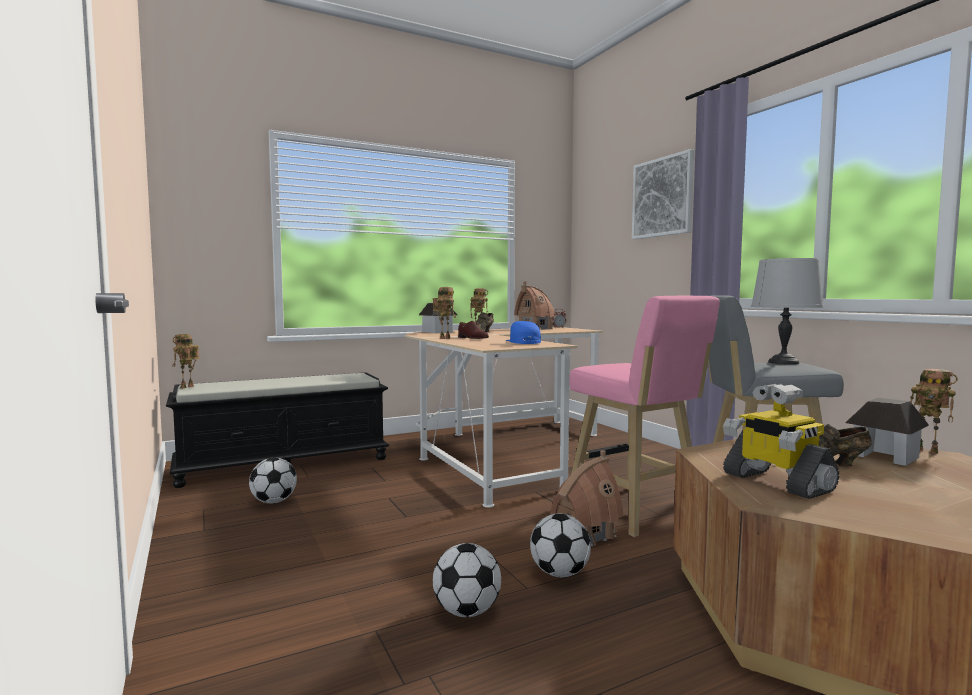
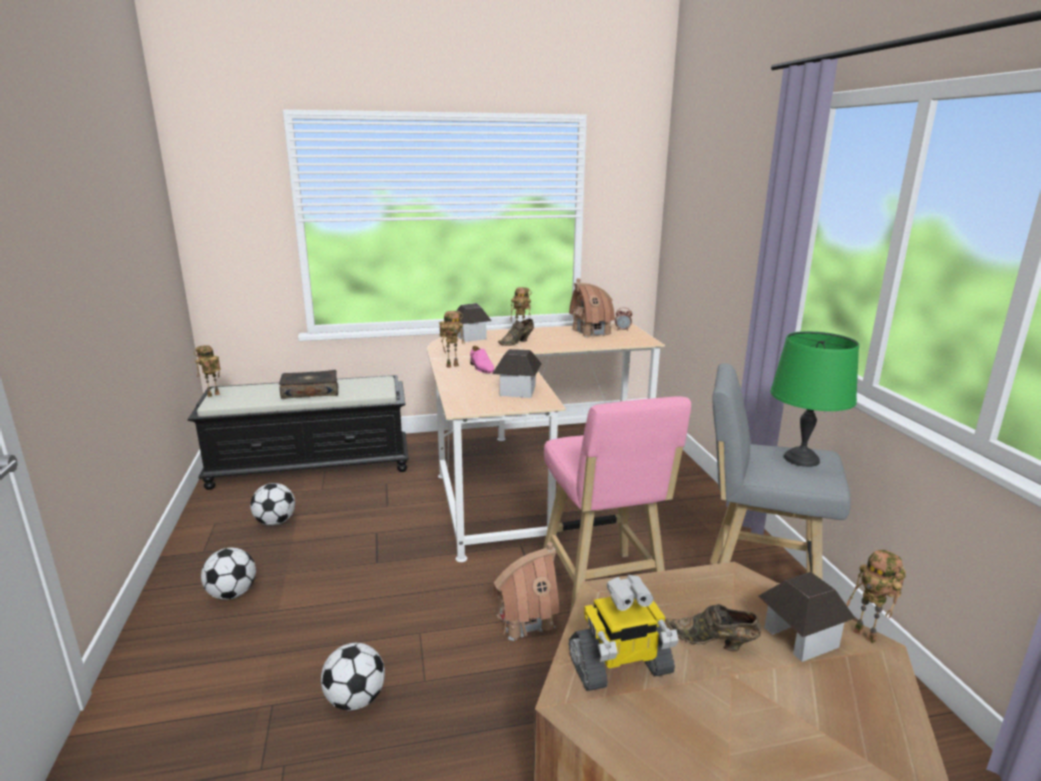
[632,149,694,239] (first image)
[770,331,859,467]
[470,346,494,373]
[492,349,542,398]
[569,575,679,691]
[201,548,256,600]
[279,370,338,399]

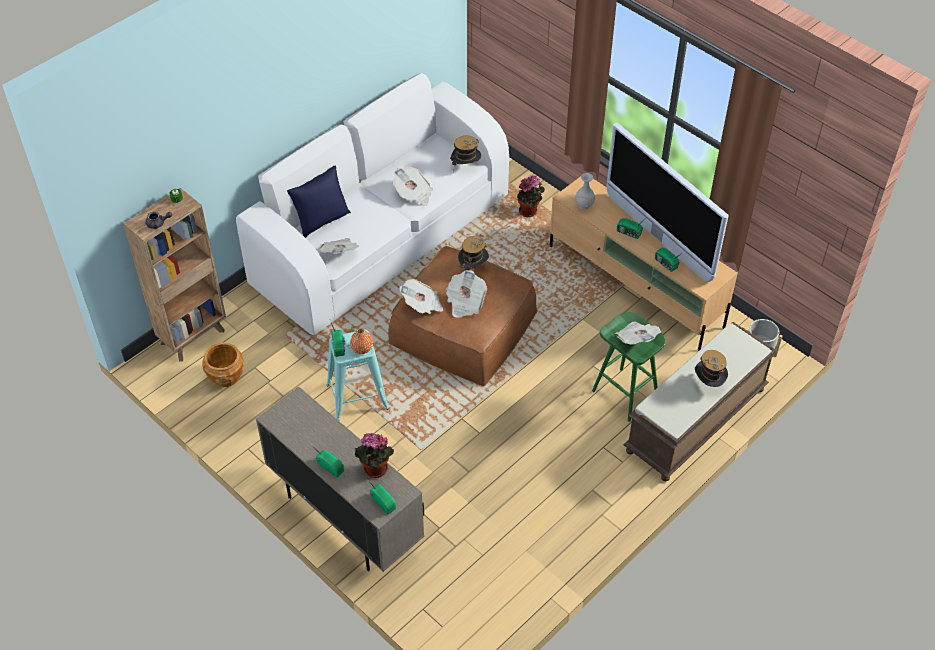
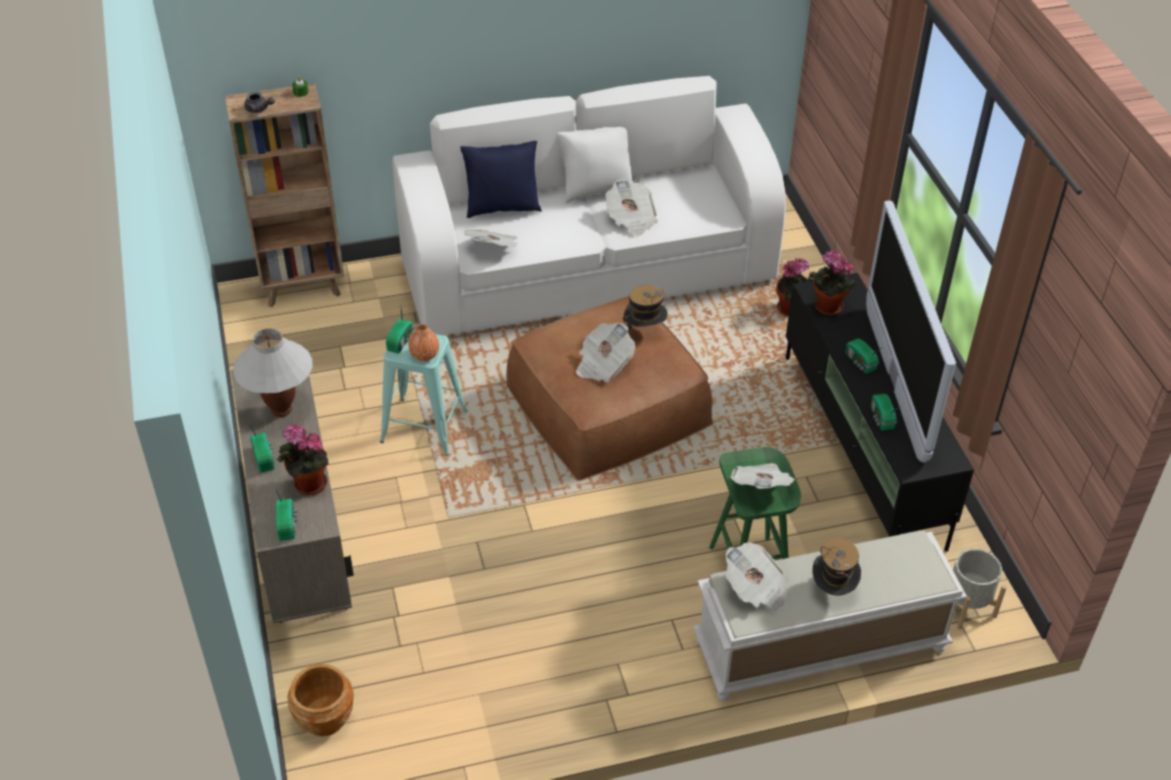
[450,136,481,165] (first image)
[810,250,857,316]
[786,273,974,552]
[725,543,788,612]
[693,530,967,701]
[287,664,354,736]
[557,127,633,203]
[233,328,312,417]

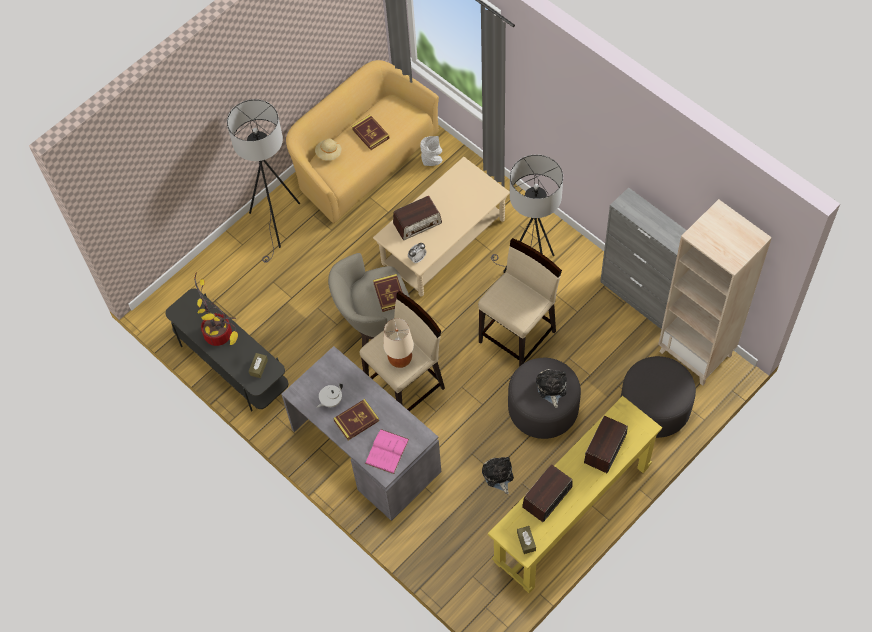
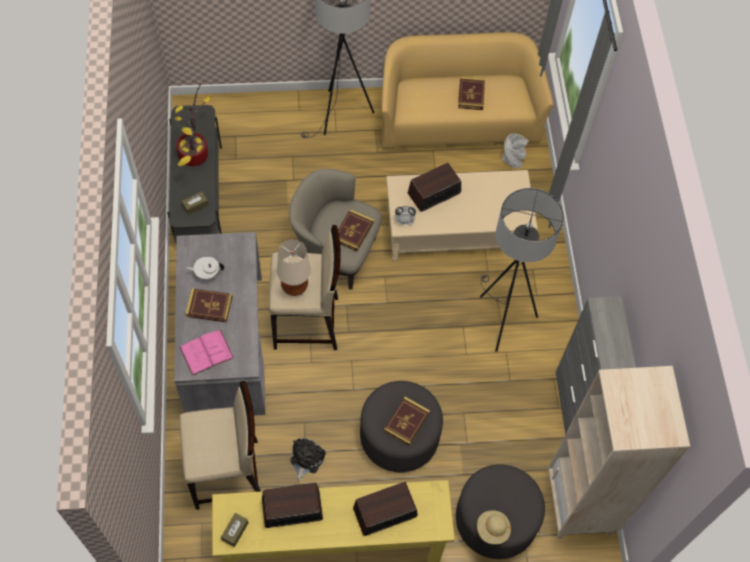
[477,510,511,544]
[408,163,461,212]
[179,381,261,510]
[384,397,430,446]

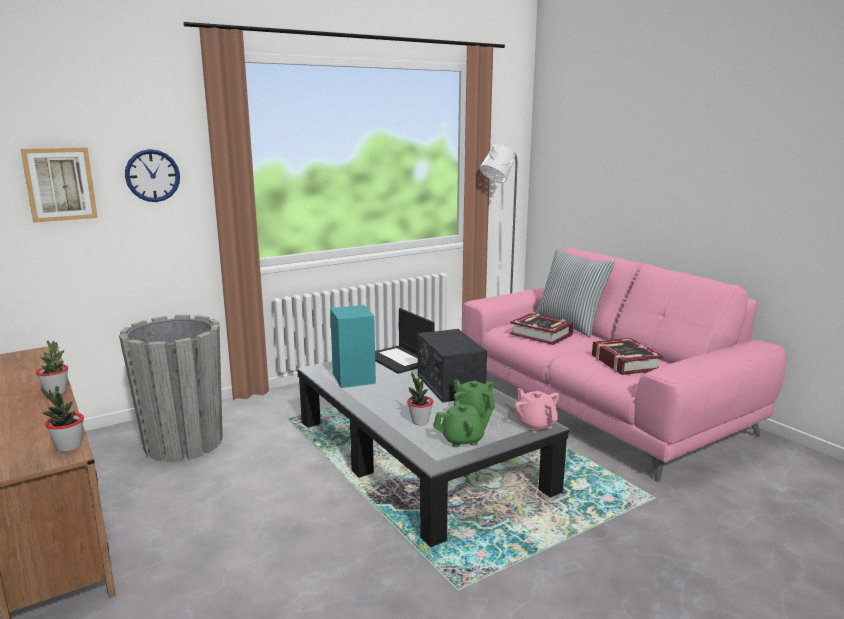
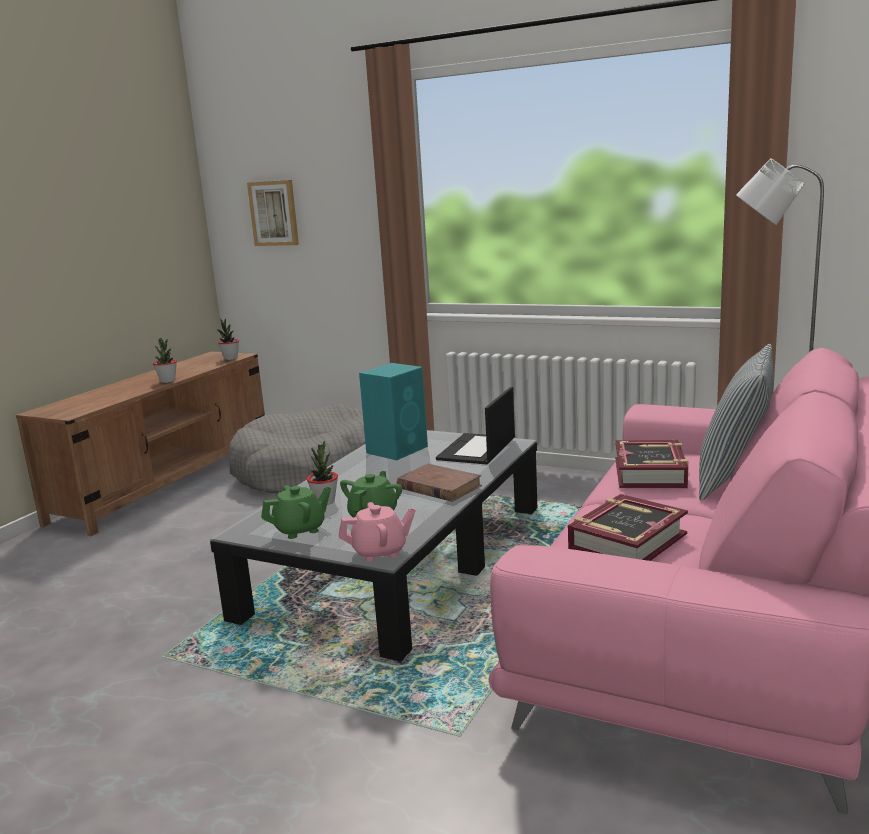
[125,149,180,202] (first image)
[228,404,365,493]
[397,464,482,502]
[218,318,239,360]
[339,502,416,562]
[261,485,331,539]

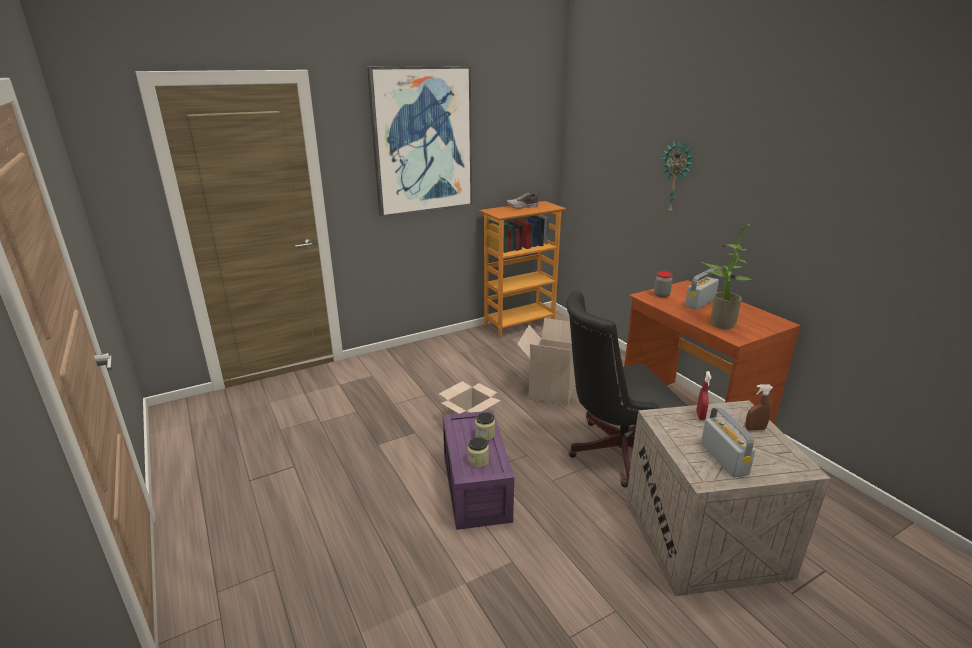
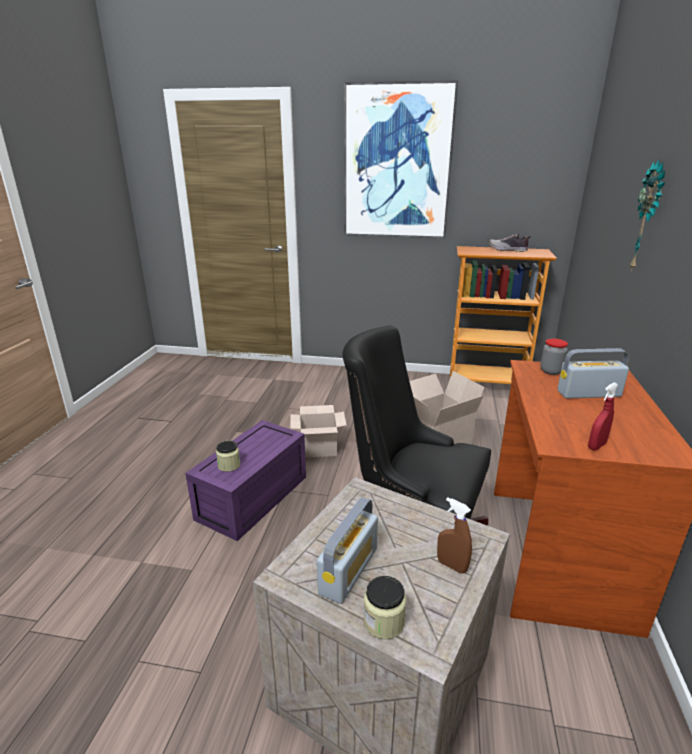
[702,224,753,329] (first image)
[588,382,618,450]
[363,576,406,639]

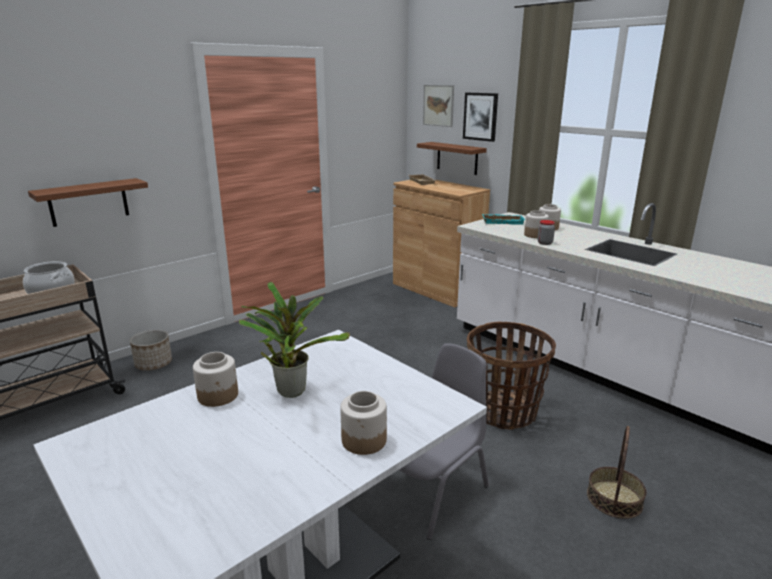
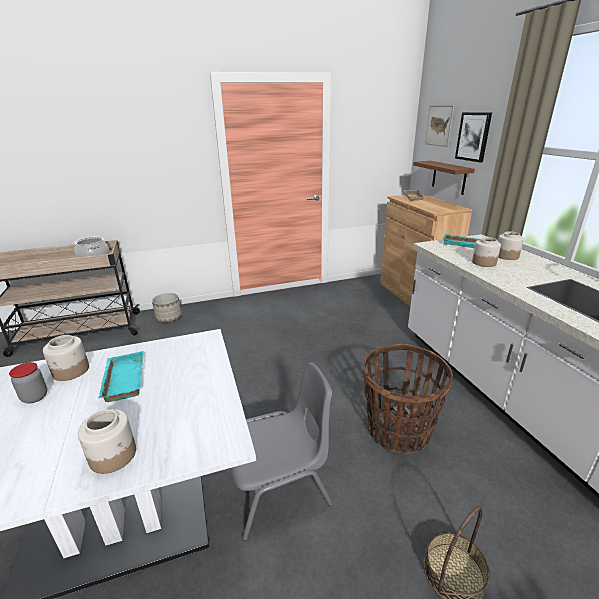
[28,178,148,227] (first image)
[9,362,47,403]
[98,351,143,402]

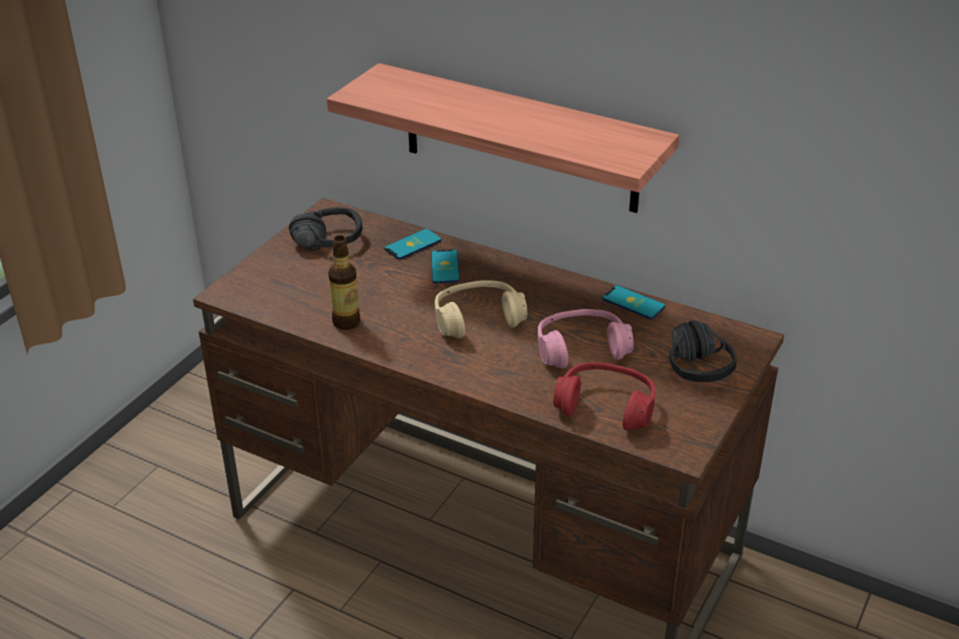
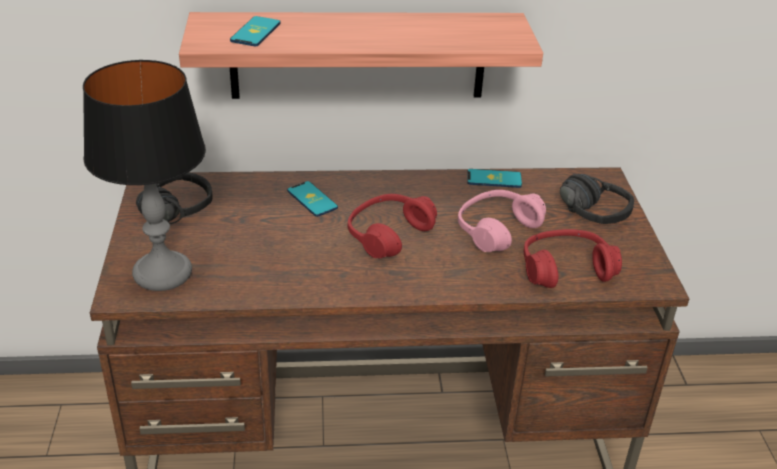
[230,16,281,46]
[328,235,360,330] (first image)
[348,194,437,258]
[83,60,206,291]

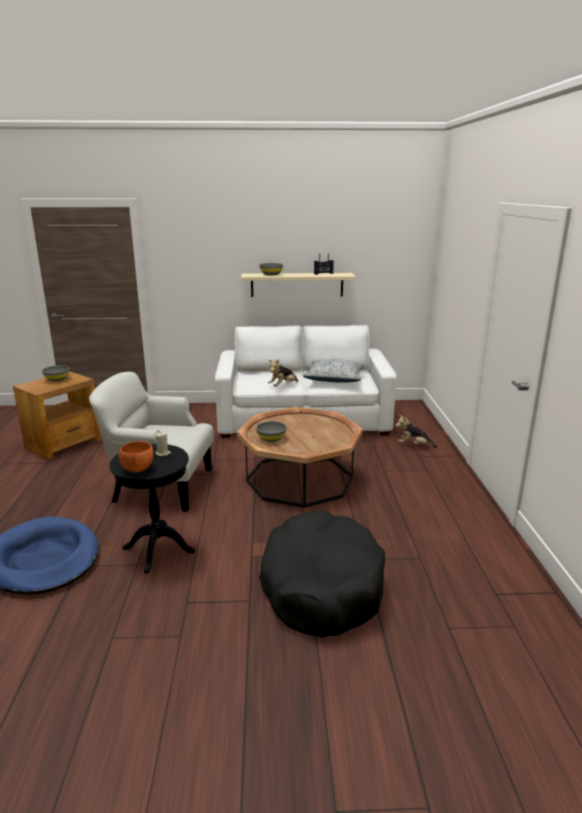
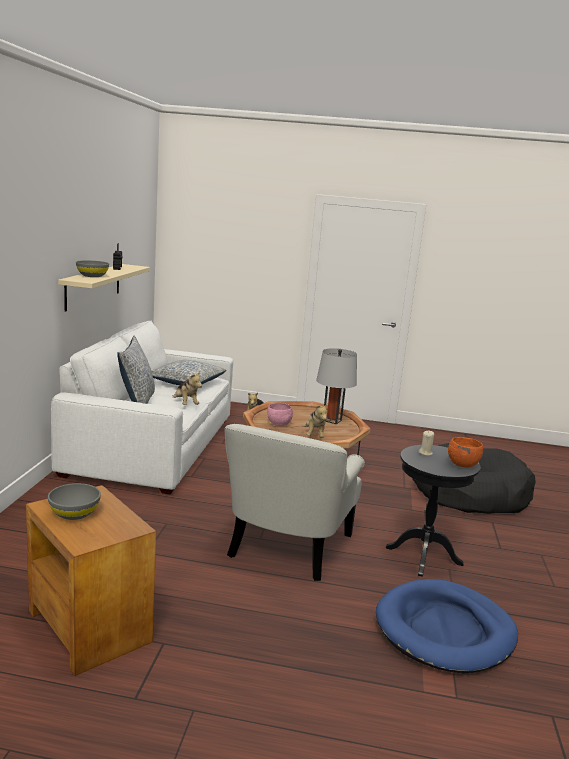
[302,403,328,438]
[117,336,155,404]
[316,348,357,424]
[267,403,293,426]

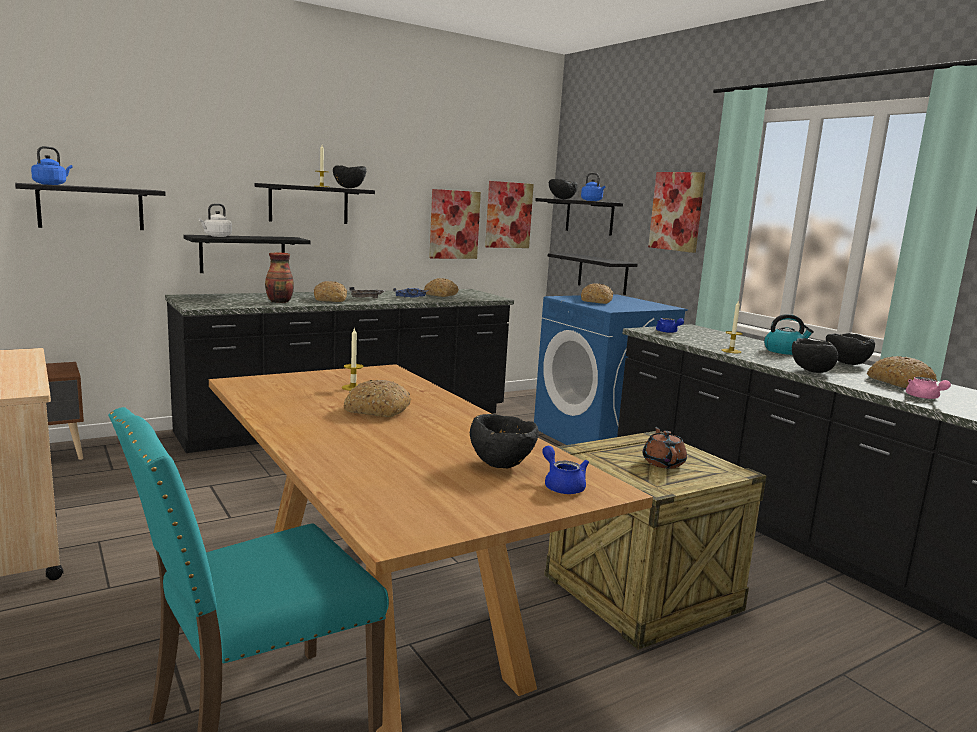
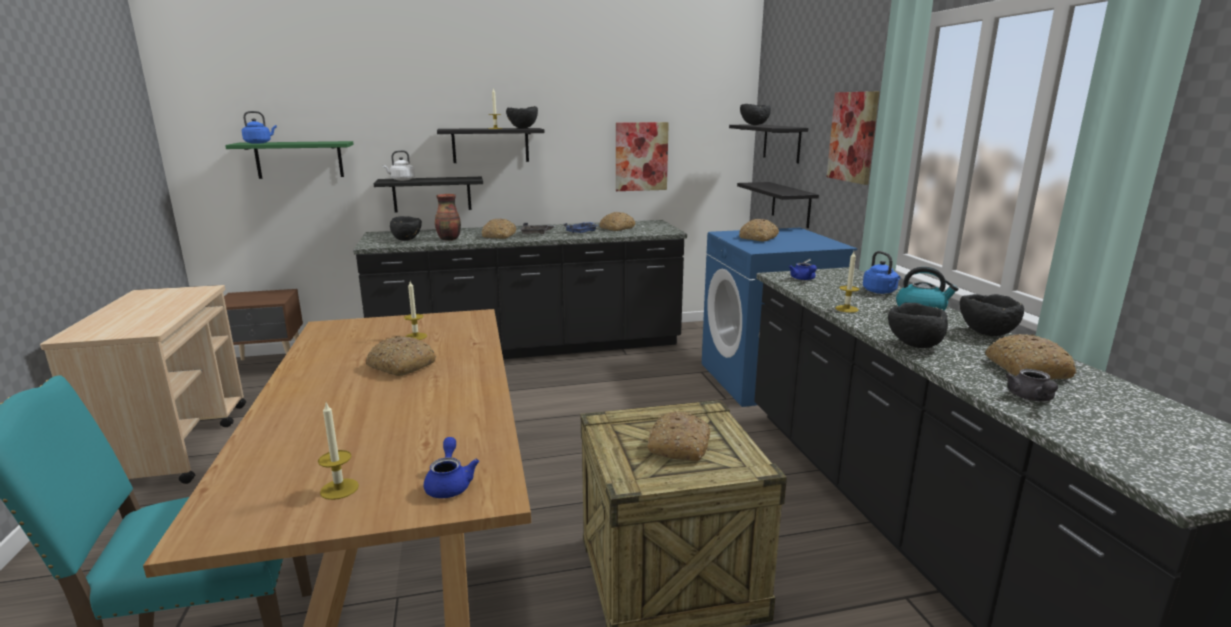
[863,251,901,294]
[485,181,534,248] (first image)
[225,141,354,179]
[1005,369,1058,402]
[390,216,422,241]
[648,411,710,462]
[318,403,359,500]

